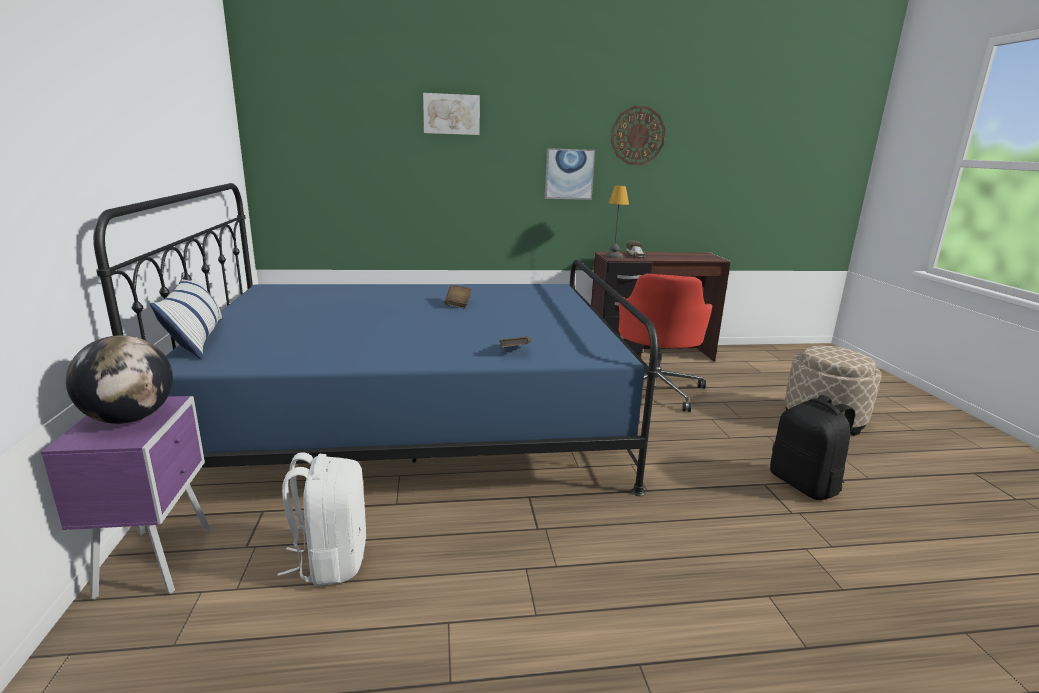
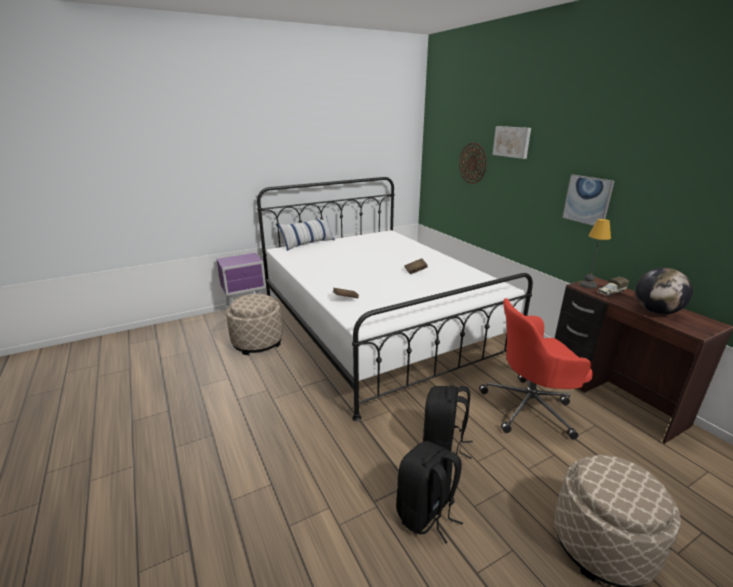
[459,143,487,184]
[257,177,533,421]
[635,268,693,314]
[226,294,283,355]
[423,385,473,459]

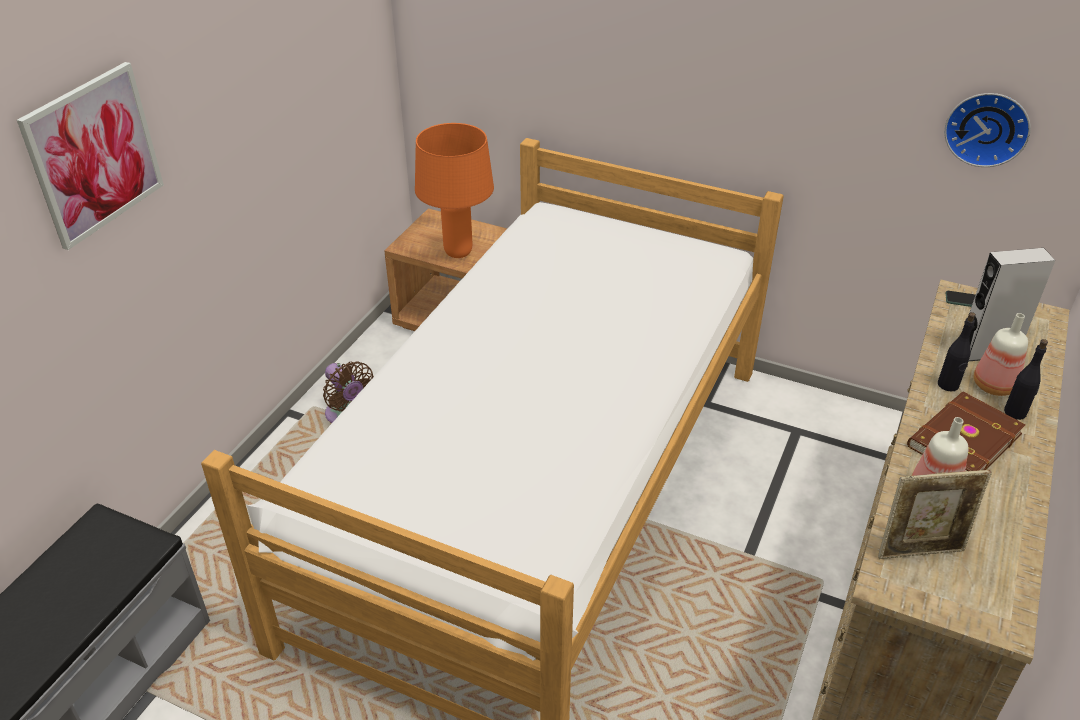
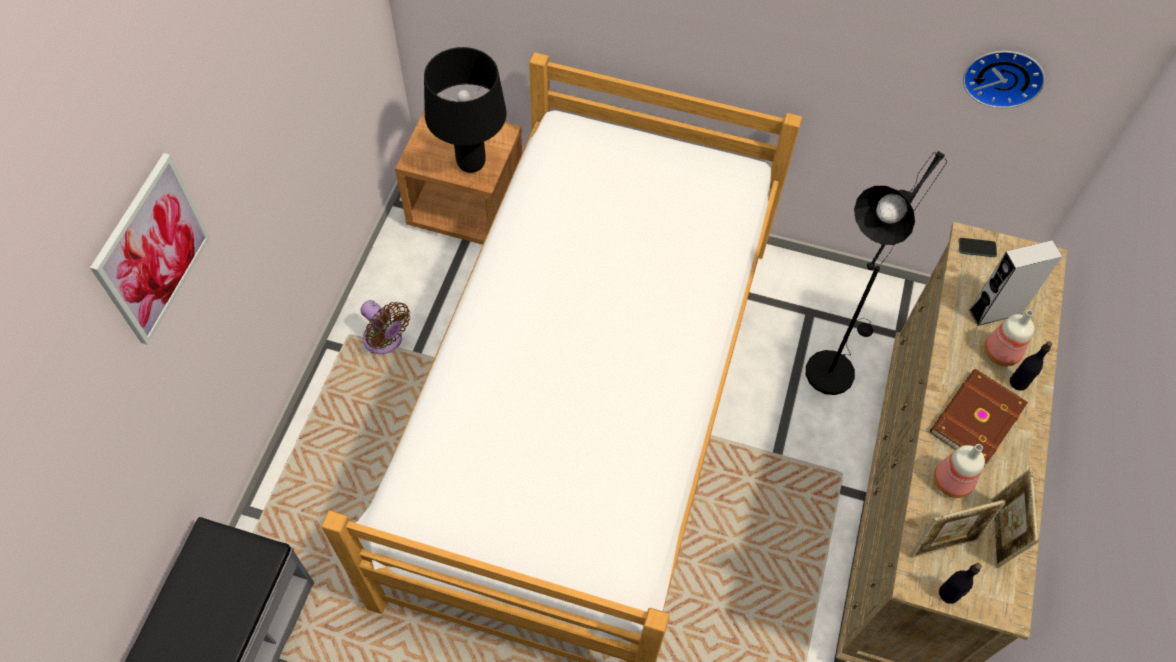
[424,47,507,173]
[939,563,981,604]
[806,151,947,395]
[991,469,1039,568]

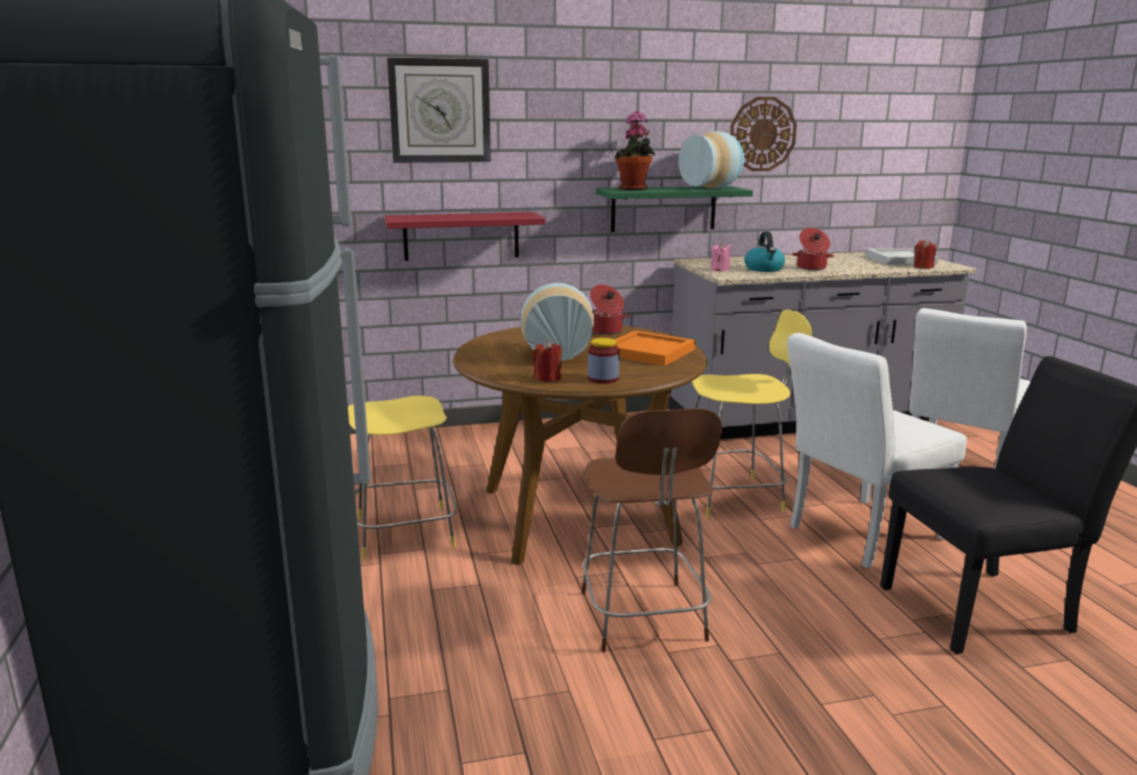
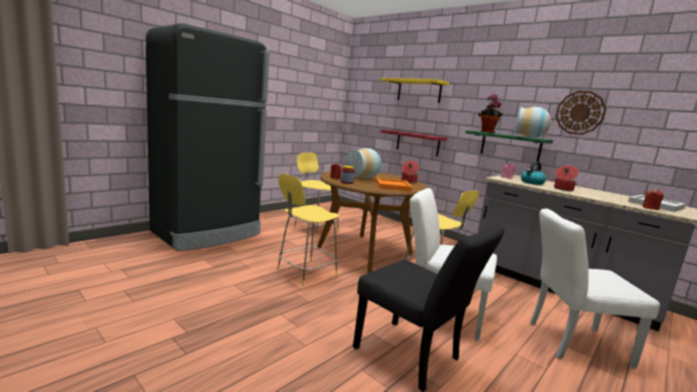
[381,78,449,103]
[277,174,339,287]

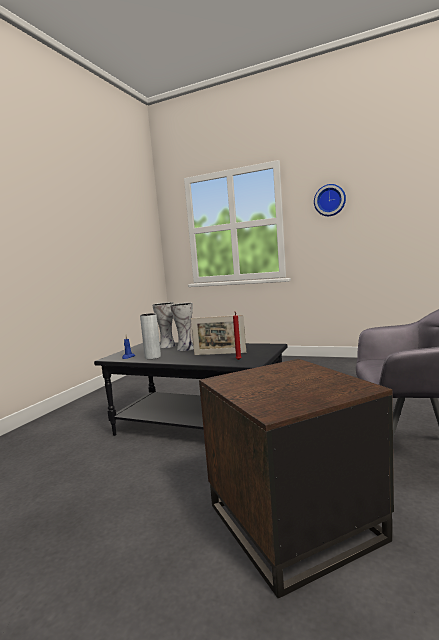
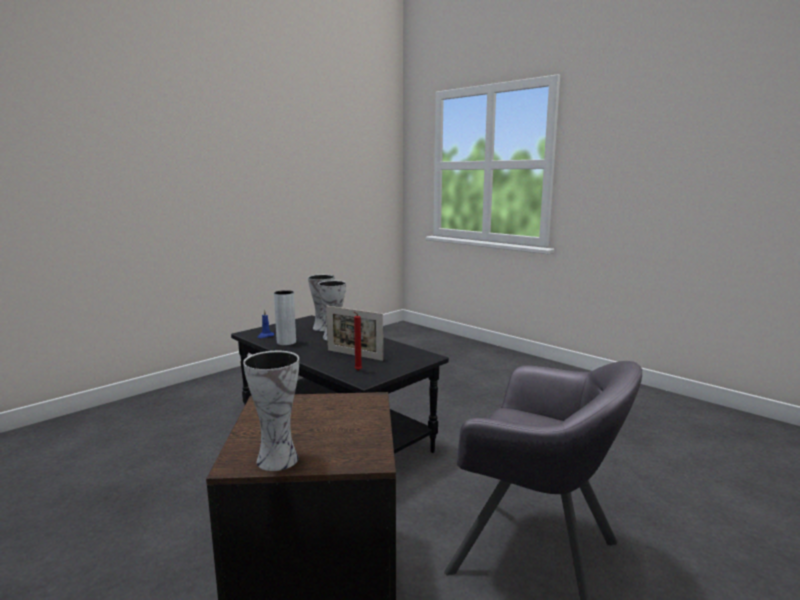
[314,184,346,216] (first image)
[243,351,299,471]

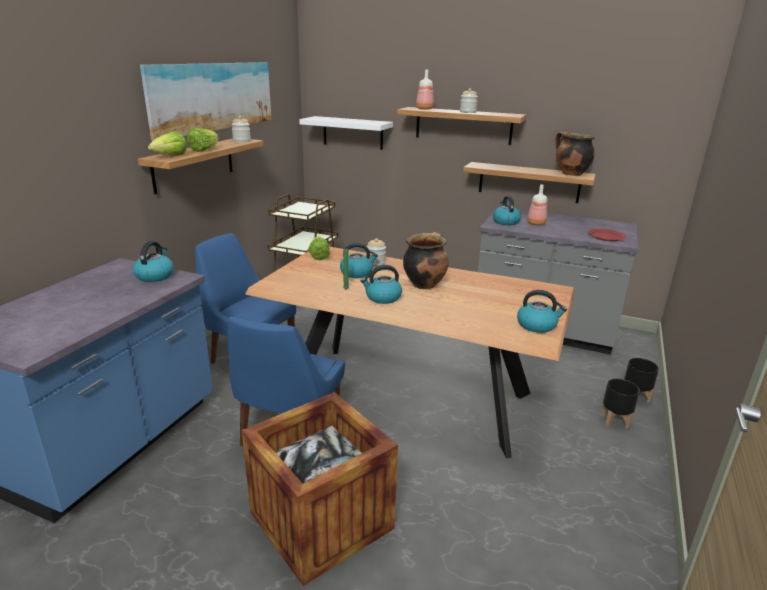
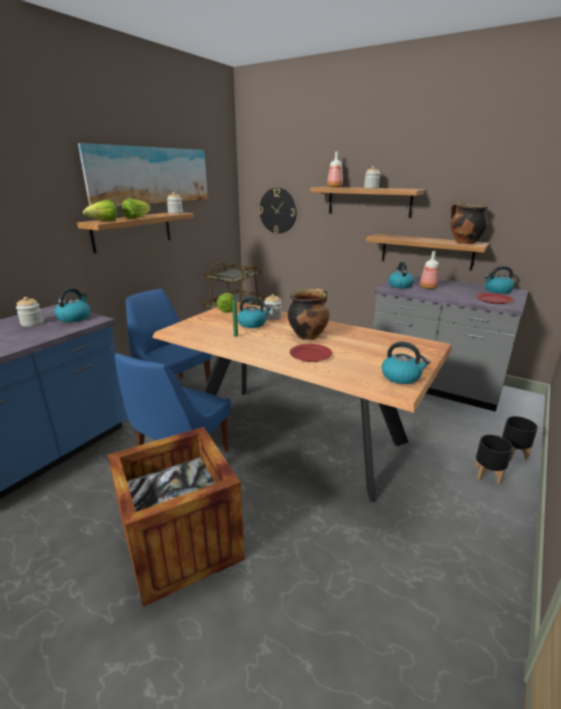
[259,188,297,234]
[485,266,515,294]
[16,297,43,327]
[290,344,332,362]

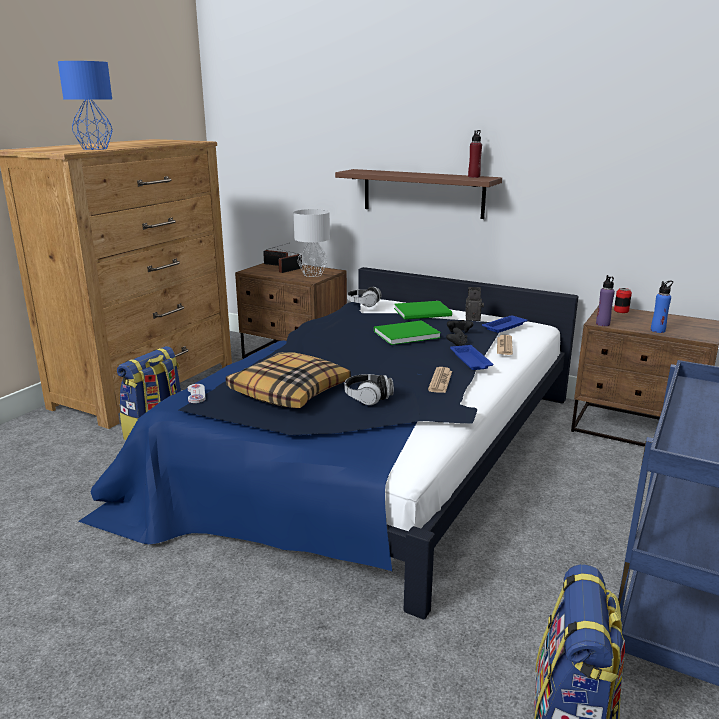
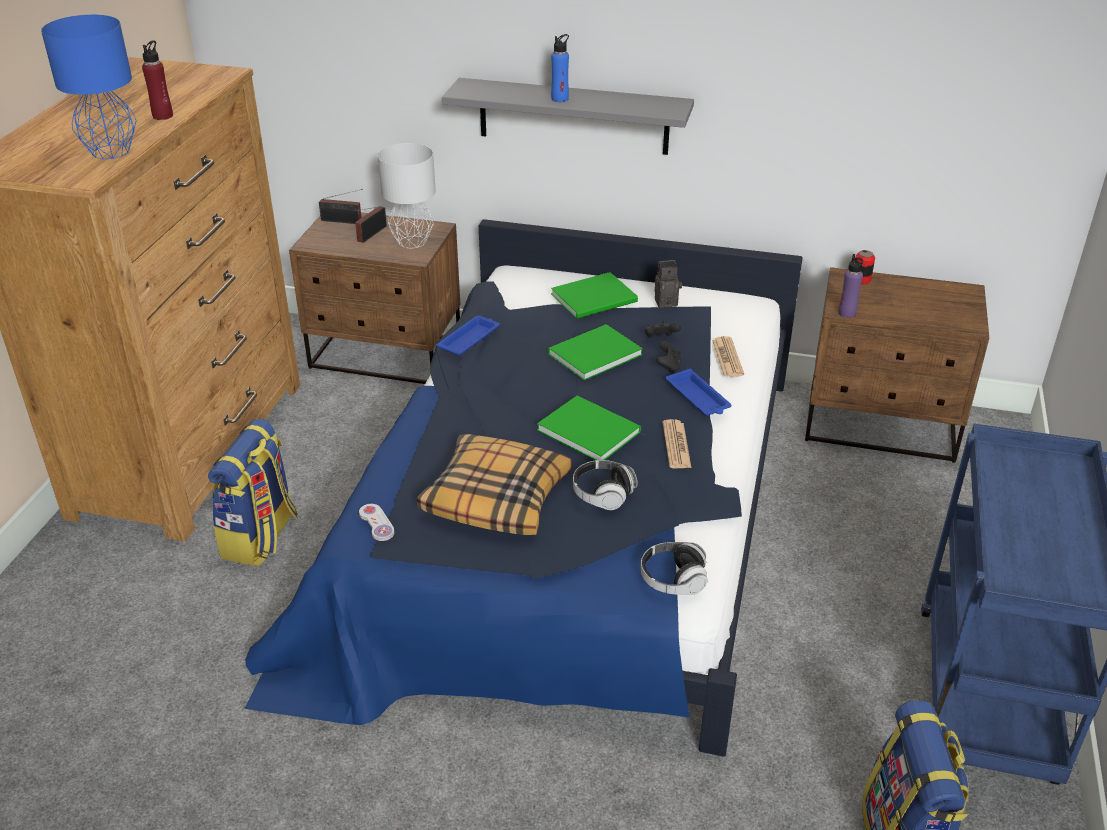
[142,40,173,120]
[442,78,694,155]
[551,34,569,102]
[640,542,708,595]
[436,316,500,355]
[537,396,641,460]

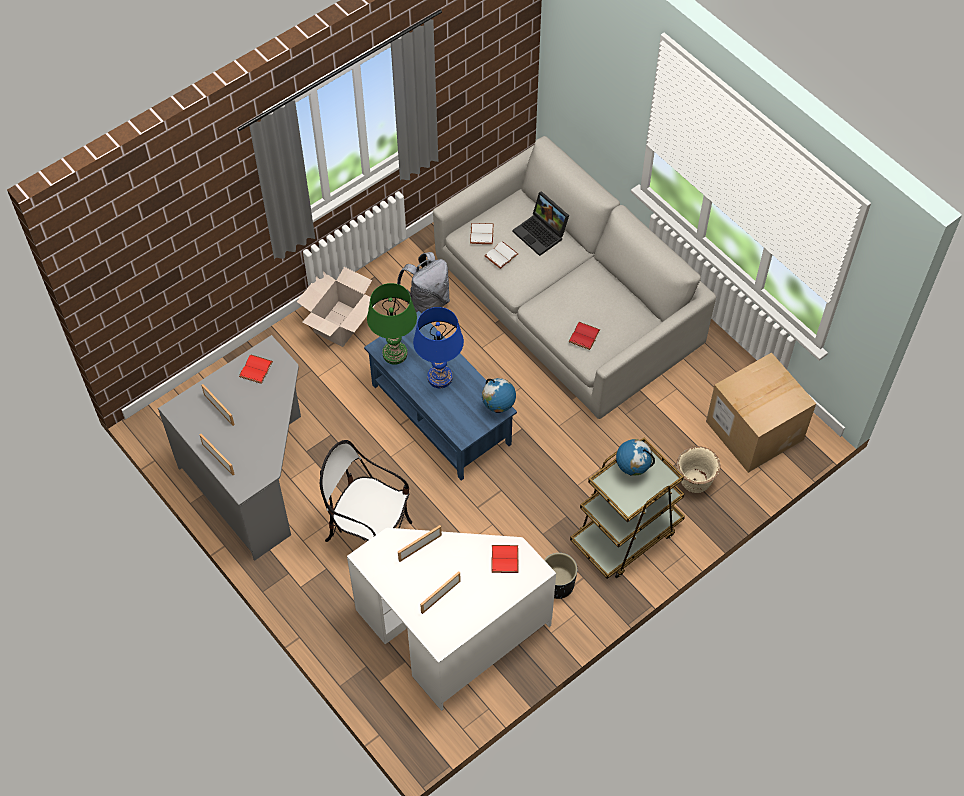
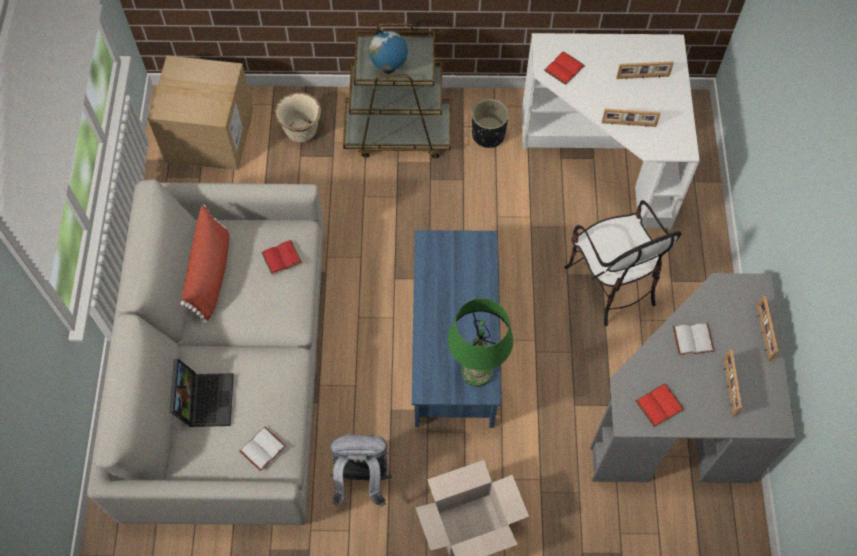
[673,323,714,355]
[413,307,464,388] (first image)
[482,378,516,413] (first image)
[181,205,229,324]

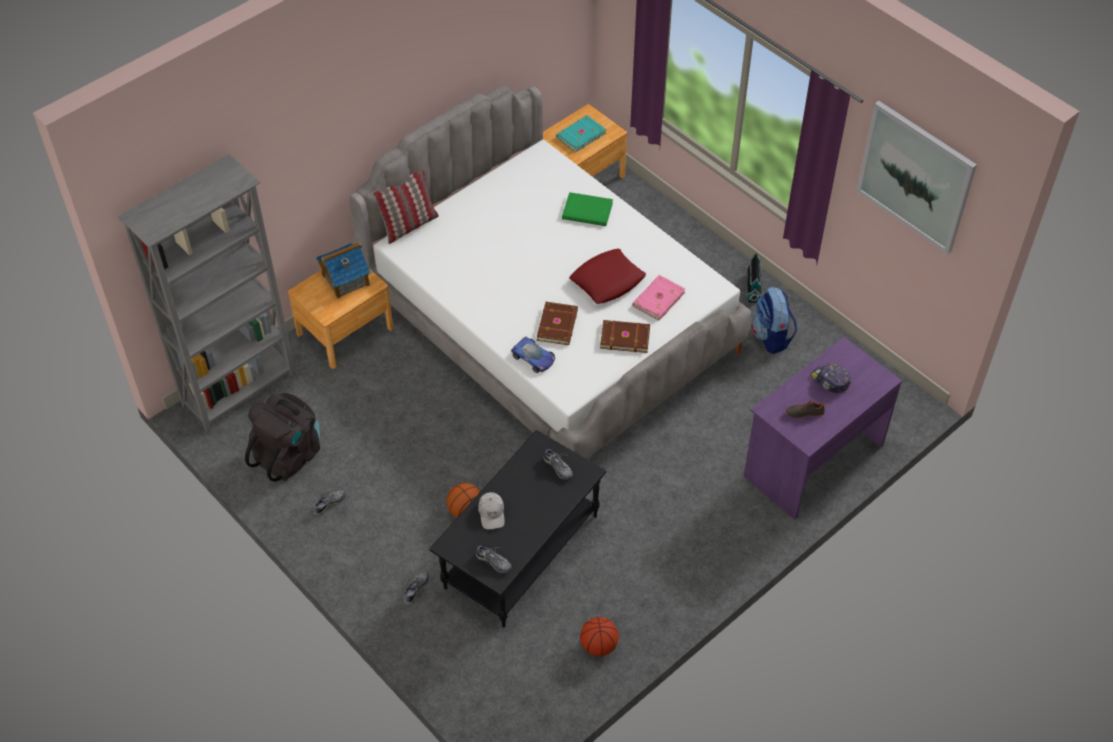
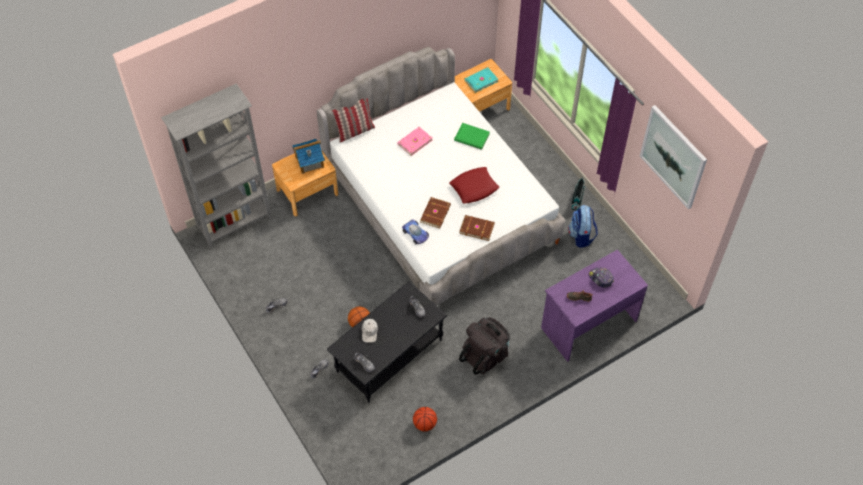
[397,127,432,156]
[459,317,510,375]

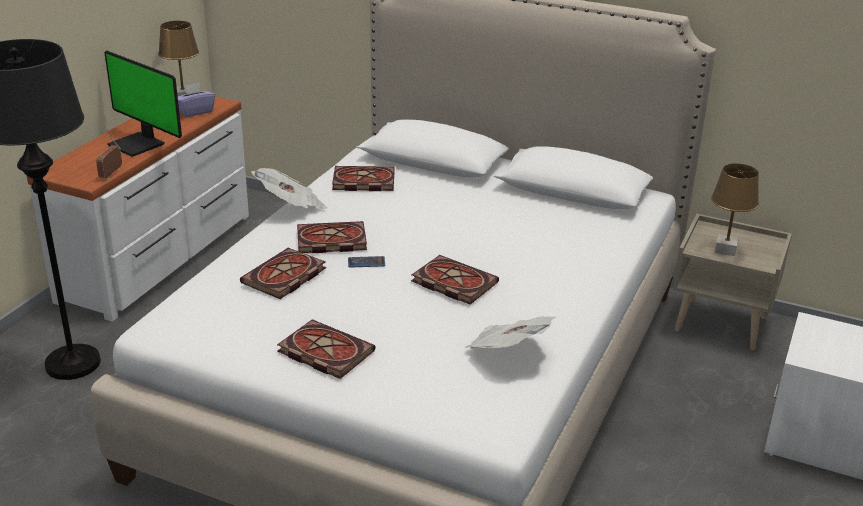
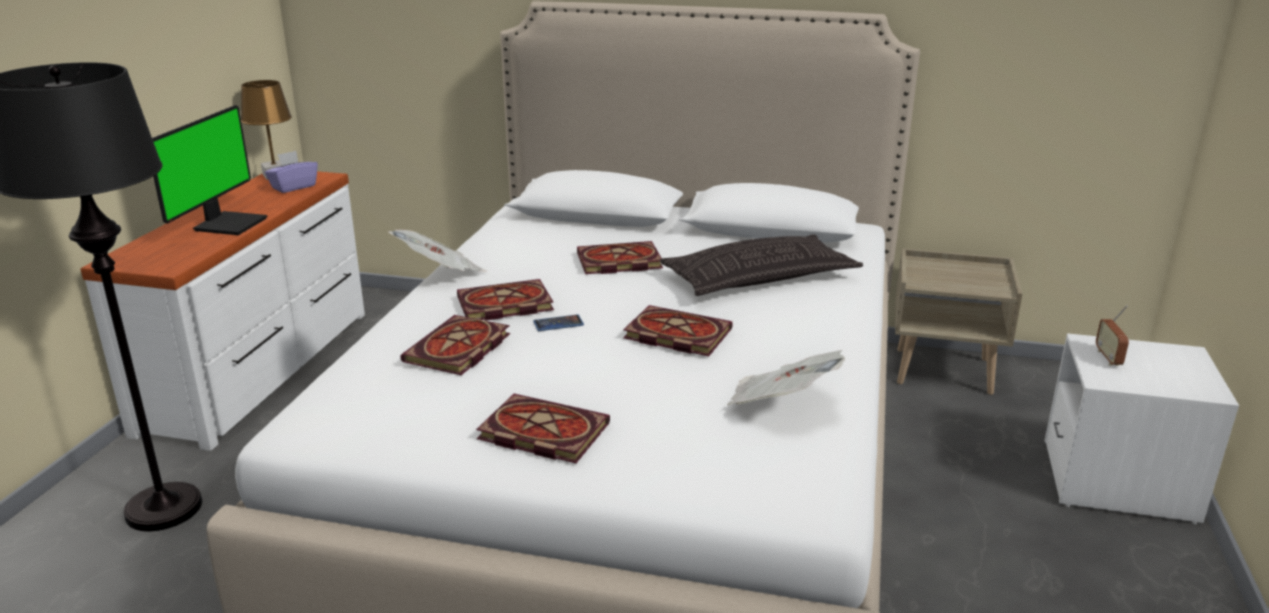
[152,105,267,235]
[1096,305,1129,366]
[711,163,759,256] (first image)
[577,241,663,274]
[660,234,863,296]

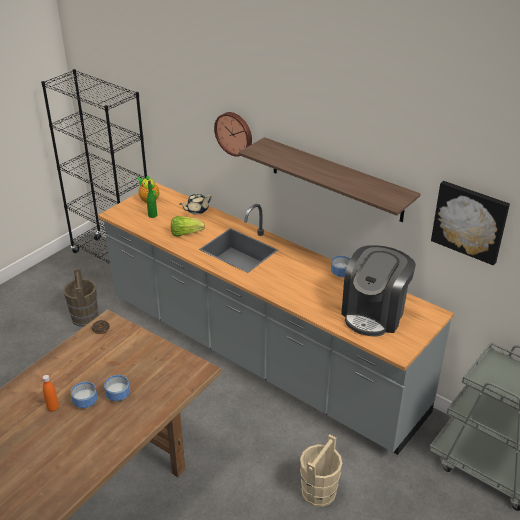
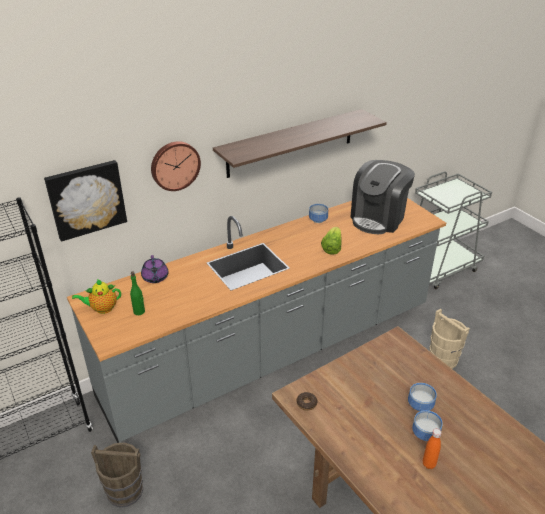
[44,160,127,242]
[141,255,169,283]
[321,227,341,255]
[350,160,415,234]

